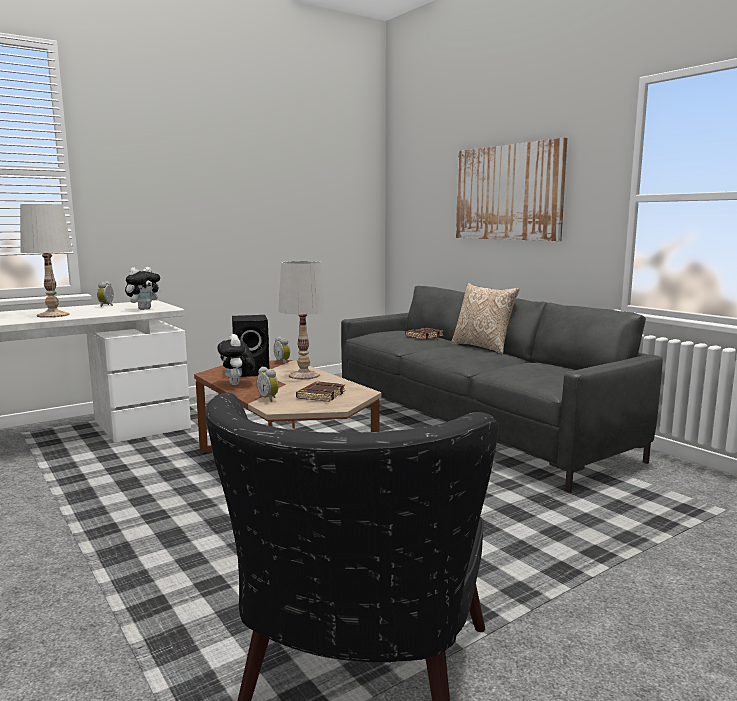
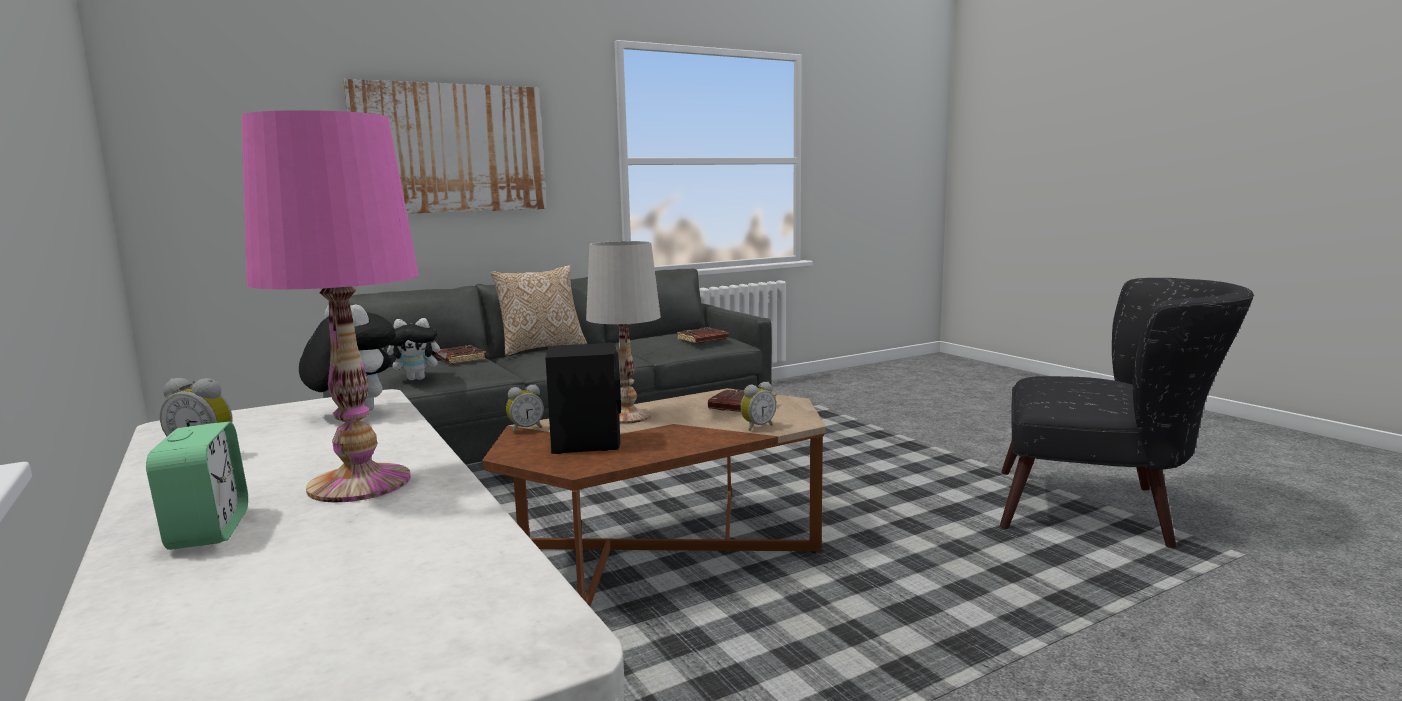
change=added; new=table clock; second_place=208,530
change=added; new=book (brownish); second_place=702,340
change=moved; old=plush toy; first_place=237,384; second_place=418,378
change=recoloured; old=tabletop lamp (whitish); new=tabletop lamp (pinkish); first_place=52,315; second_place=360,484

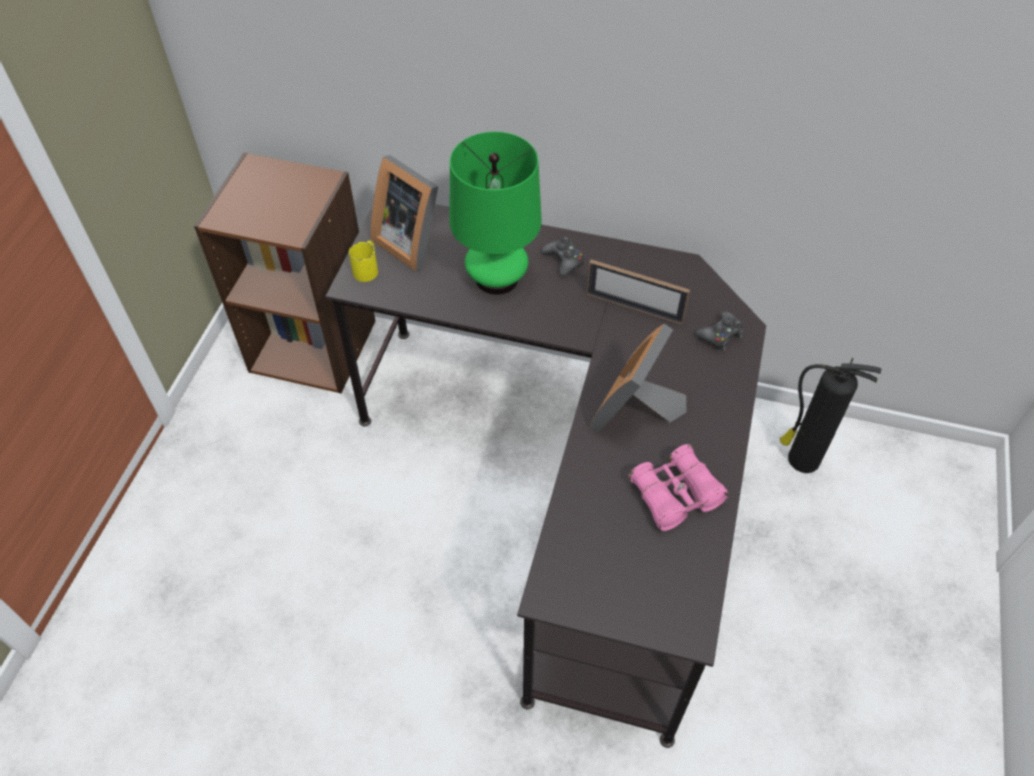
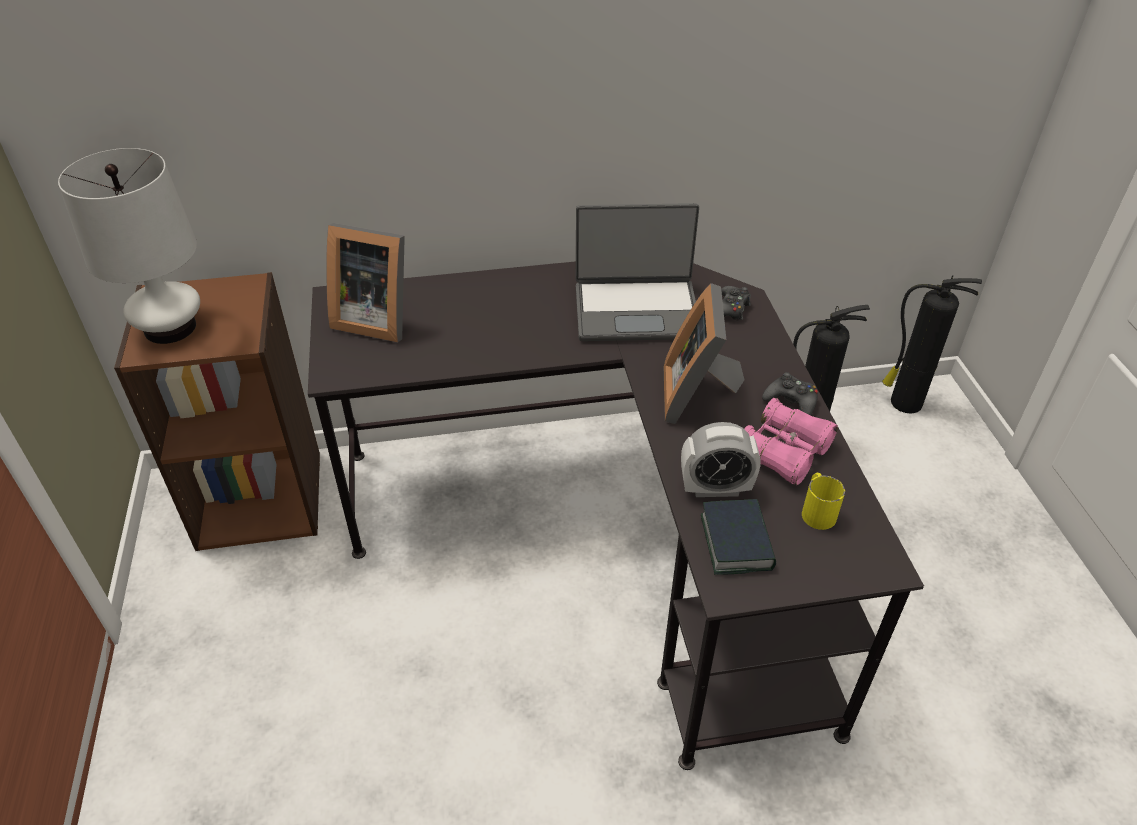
change=removed; old=tabletop lamp (green); first_place=496,278
change=added; new=tabletop lamp (whitish); second_place=170,328
change=added; new=table clock; second_place=715,488
change=added; new=book; second_place=736,542
change=added; new=fire extinguisher; second_place=903,402
change=moved; old=coffee mug (yellow); first_place=367,268; second_place=816,510
change=moved; old=joypad (blackish); first_place=564,261; second_place=791,401
change=replaced; old=picture frame; new=portable computer; first_place=634,307; second_place=636,310

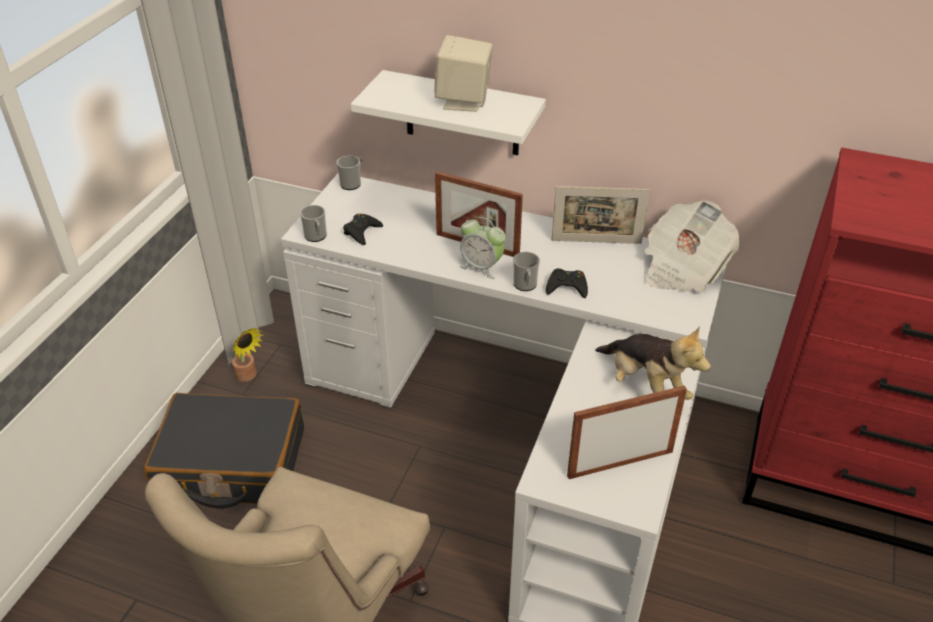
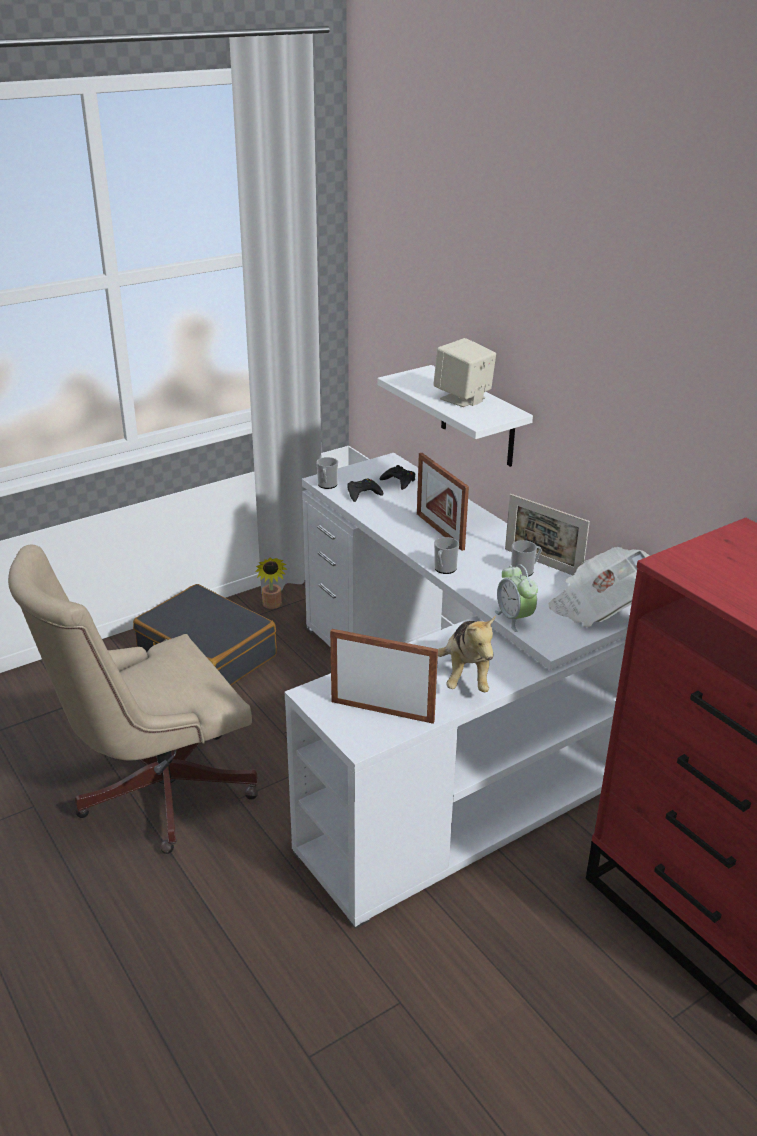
change=moved; old=coffee mug; first_place=352,183; second_place=524,571
change=moved; old=table clock; first_place=482,267; second_place=514,618
change=moved; old=joypad (blackish); first_place=567,287; second_place=399,481

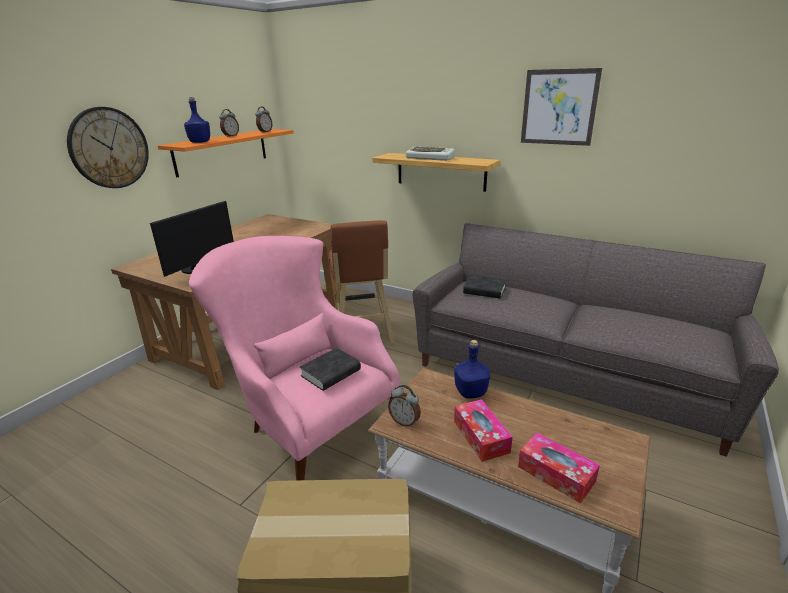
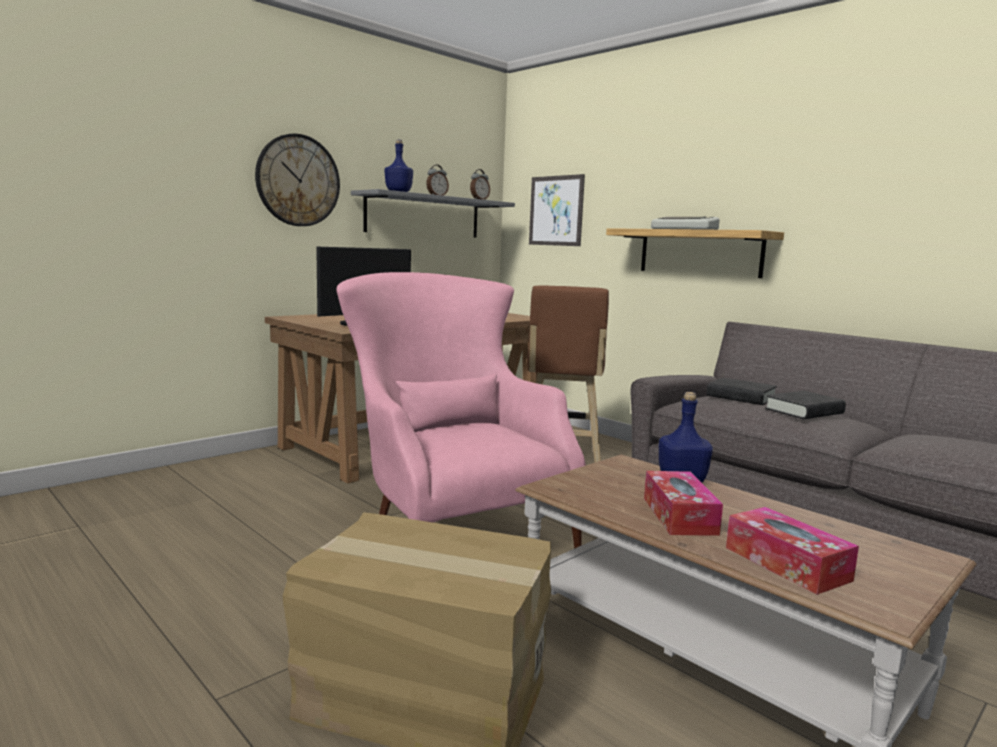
change=removed; old=table clock; first_place=405,421
change=moved; old=book (blackish); first_place=331,373; second_place=804,411
change=moved; old=wall picture; first_place=559,107; second_place=556,211
change=recoloured; old=wall shelf (orange); new=wall shelf (gray); first_place=222,151; second_place=423,216

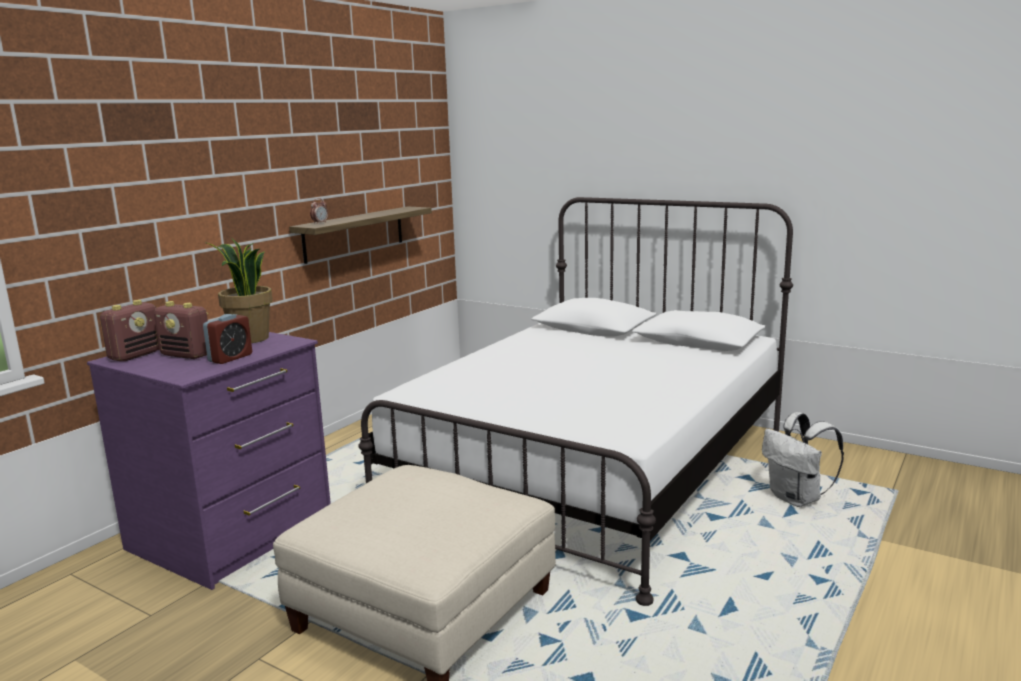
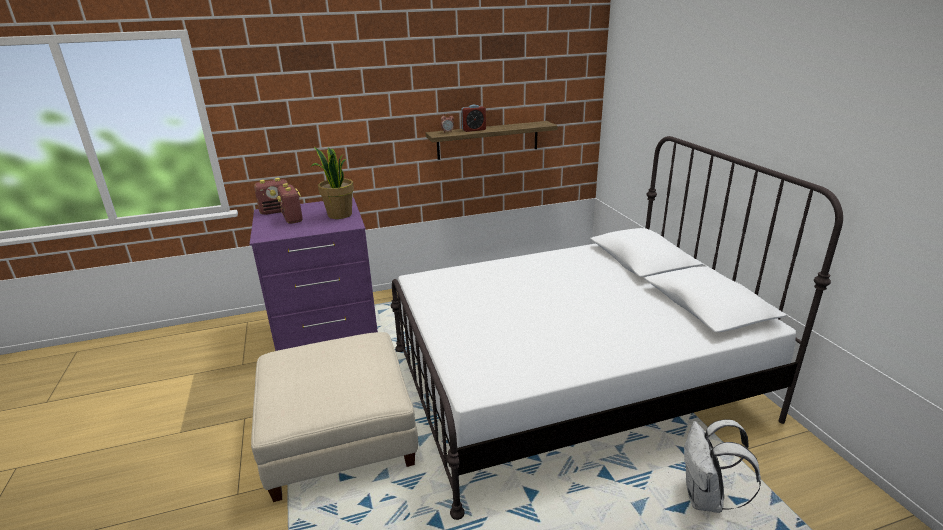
change=moved; old=table clock; first_place=230,358; second_place=474,130

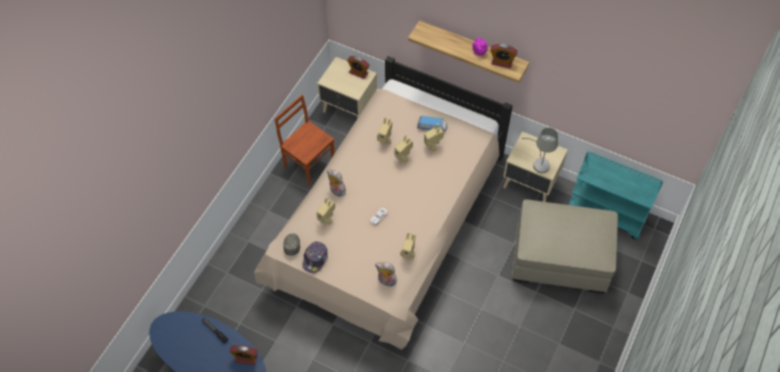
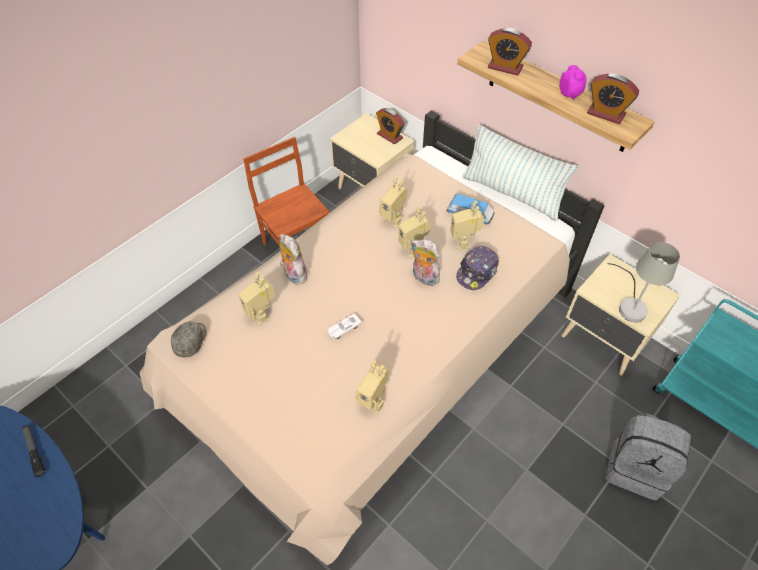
change=added; new=pillow; second_place=512,194
change=moved; old=table clock; first_place=246,358; second_place=505,67
change=moved; old=baseball cap; first_place=315,259; second_place=477,272
change=moved; old=plush toy; first_place=386,281; second_place=423,278
change=replaced; old=pouffe (beige-coloured); new=backpack (gray); first_place=561,258; second_place=636,468

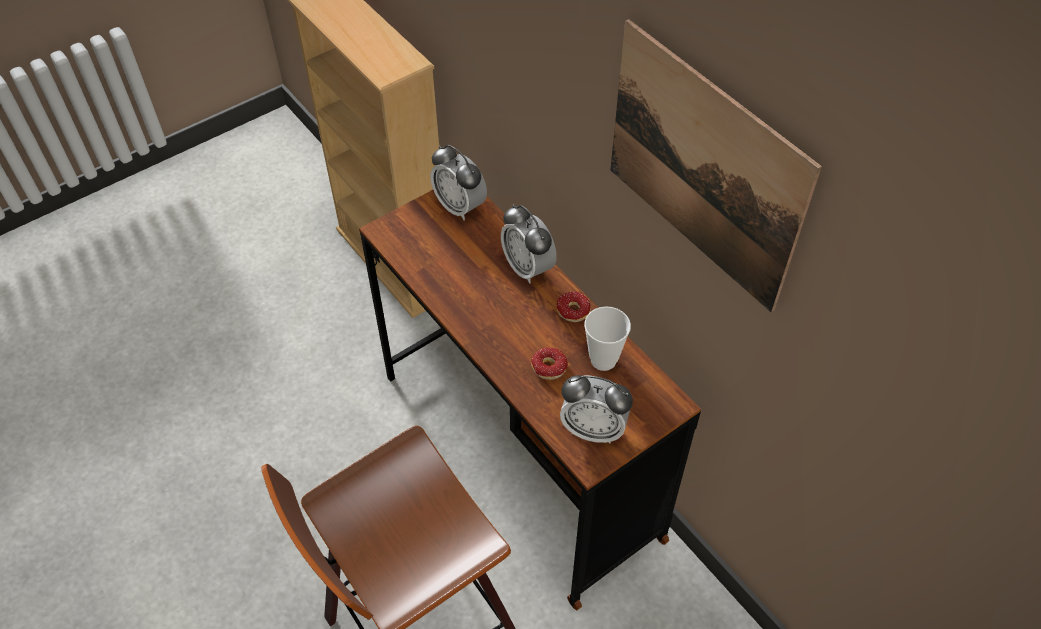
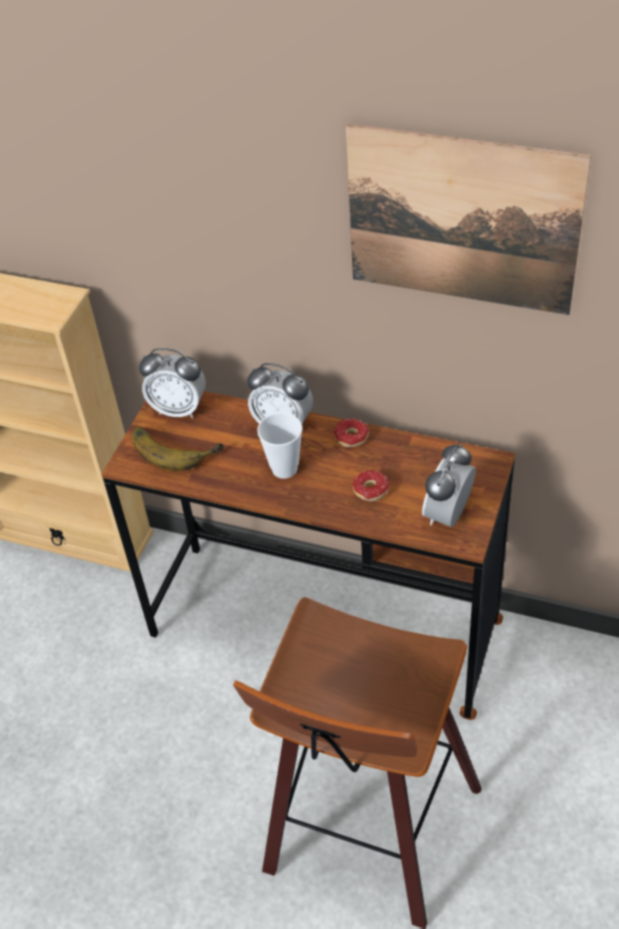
change=added; new=banana fruit; second_place=175,446
change=moved; old=drinking cup; first_place=603,360; second_place=284,469
change=turned; old=table clock; first_place=593,429; second_place=448,515; degrees=135

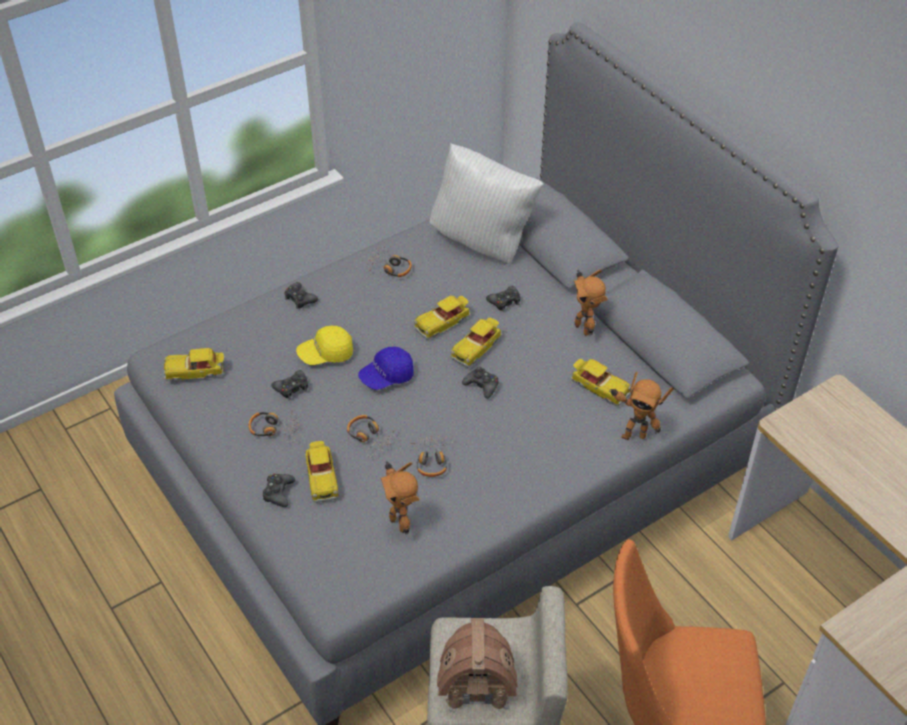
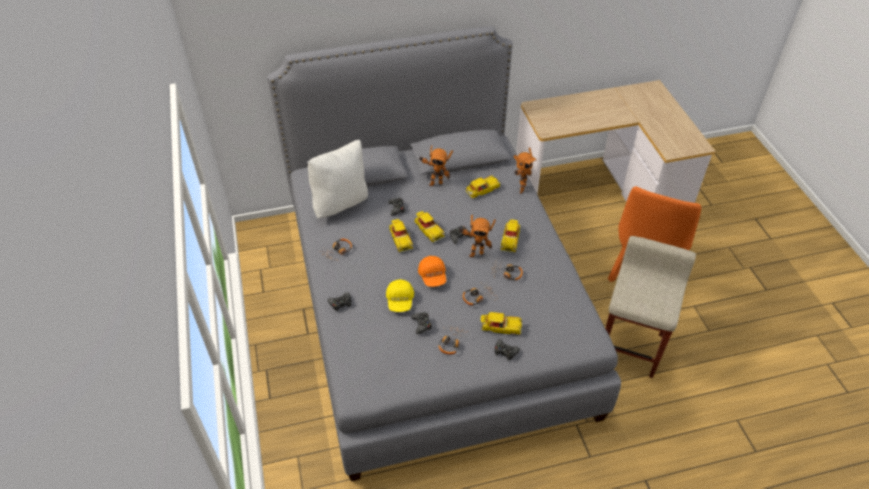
change=removed; old=model house; first_place=477,683
change=moved; old=toy car; first_place=195,371; second_place=510,240
change=moved; old=toy robot; first_place=400,522; second_place=475,253
change=recoloured; old=baseball cap (blue-coloured); new=baseball cap (orange); first_place=387,376; second_place=433,276

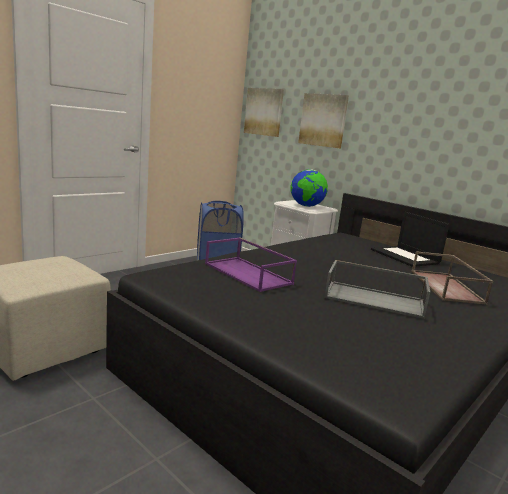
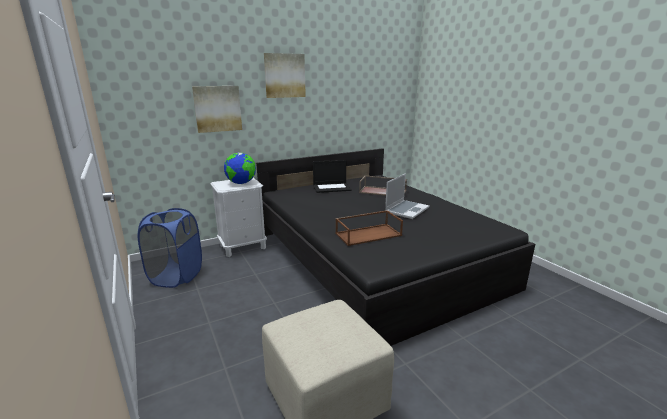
change=moved; old=wall picture; first_place=264,112; second_place=284,75
change=replaced; old=carrying tray (gray); new=portable computer; first_place=375,299; second_place=406,210
change=recoloured; old=carrying tray (purplish); new=carrying tray (brownish); first_place=249,273; second_place=368,234

